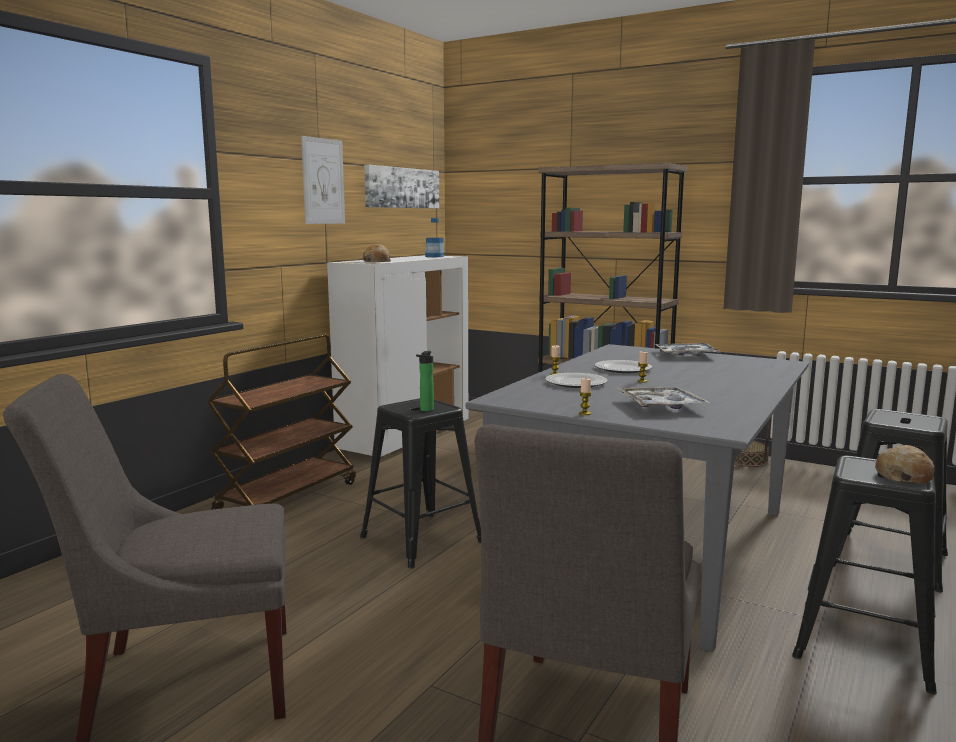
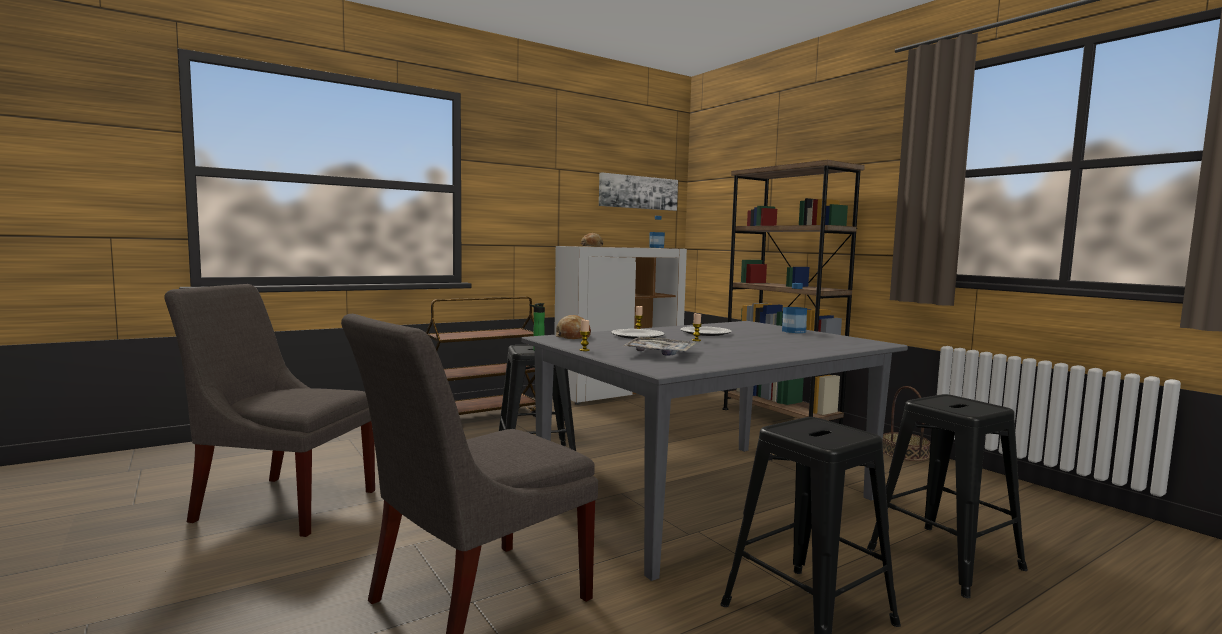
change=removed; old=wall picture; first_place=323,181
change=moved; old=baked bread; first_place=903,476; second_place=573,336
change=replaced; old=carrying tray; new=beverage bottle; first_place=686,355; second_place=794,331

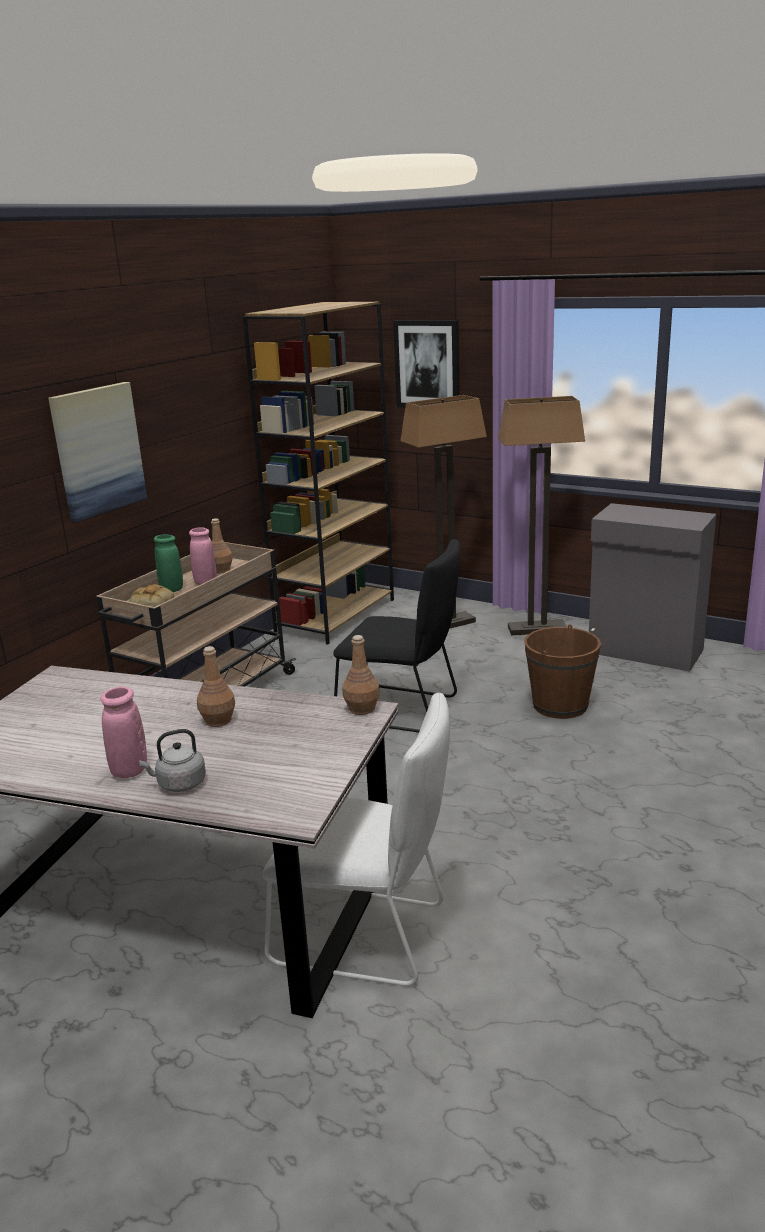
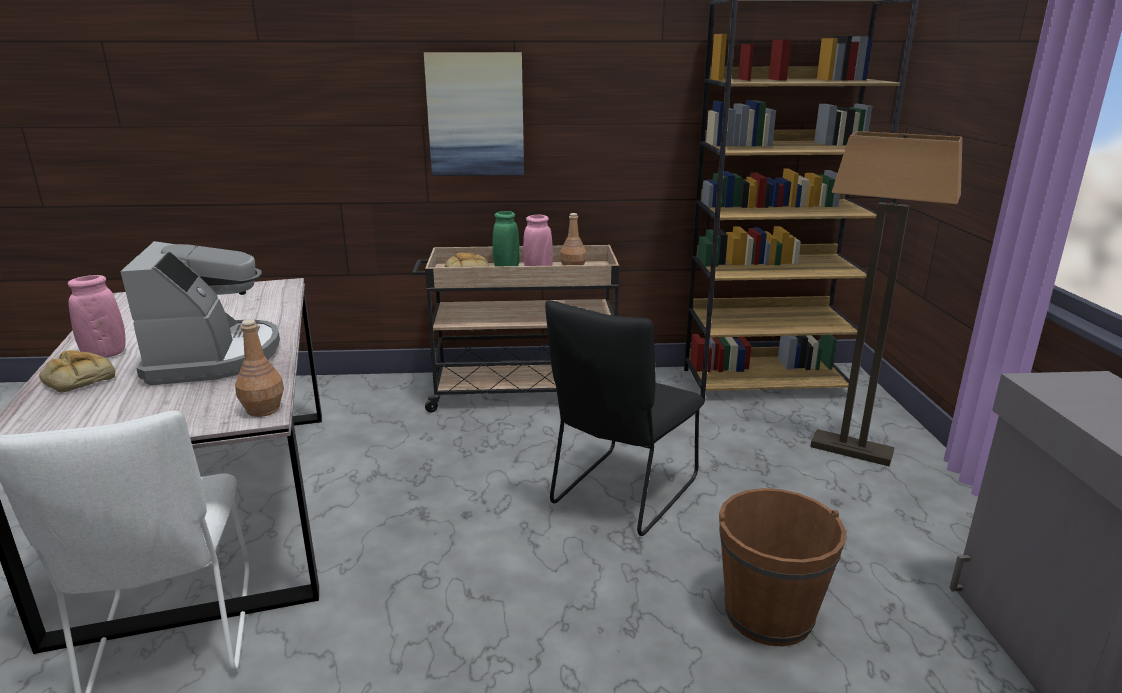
change=removed; old=wall picture; first_place=427,364
change=removed; old=standard lamp; first_place=537,629
change=replaced; old=tea kettle (gray); new=baked bread; first_place=179,784; second_place=77,379
change=replaced; old=beverage bottle (brownish); new=coffee brewer; first_place=217,720; second_place=213,357
change=turned; old=chair (blackish); first_place=402,709; second_place=621,495; degrees=45

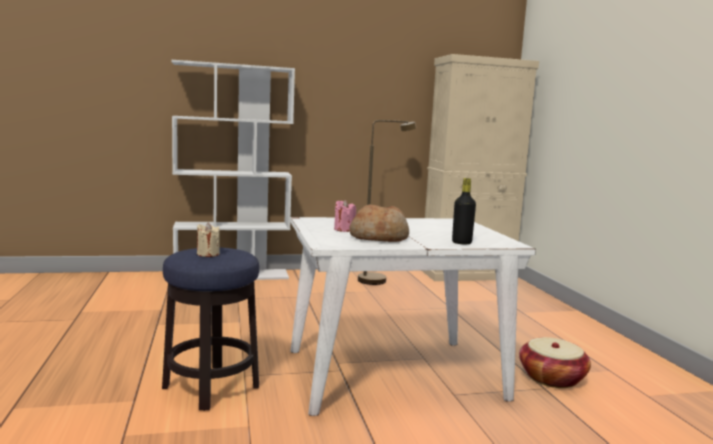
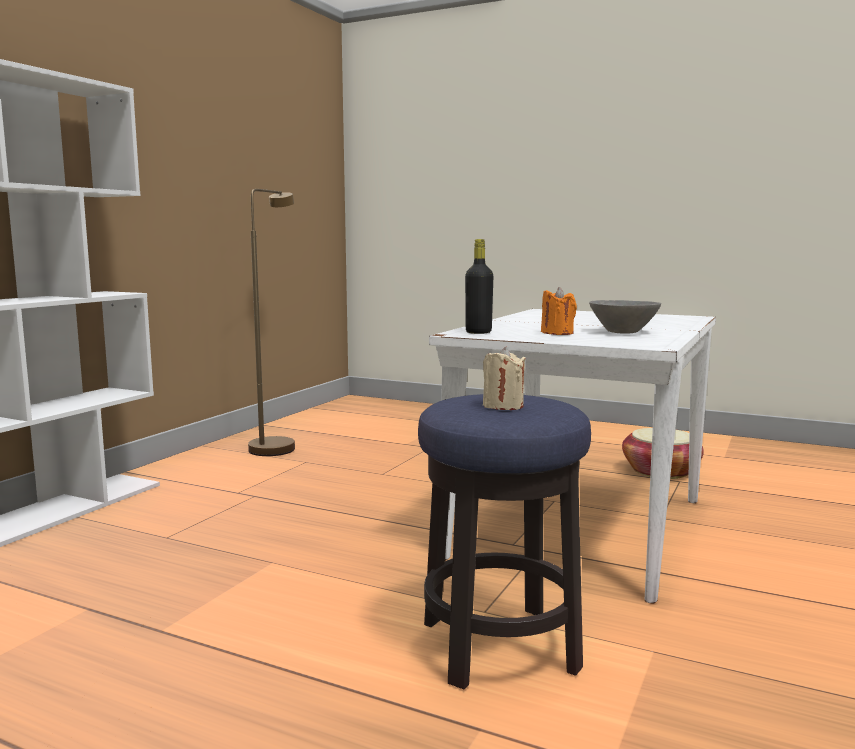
change=removed; old=cupboard (beige-coloured); first_place=467,274
change=moved; old=beverage bottle (blackish); first_place=461,243; second_place=478,332
change=replaced; old=baked bread; new=deep dish (gray); first_place=379,237; second_place=622,331
change=recoloured; old=wax light (pinkish); new=wax light (orange); first_place=344,229; second_place=557,333

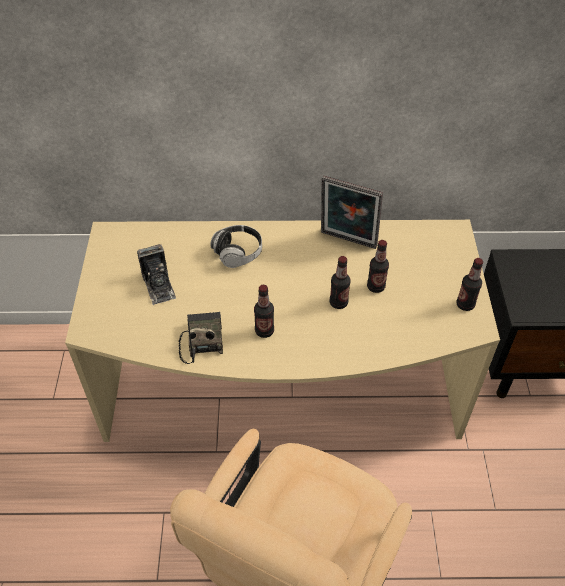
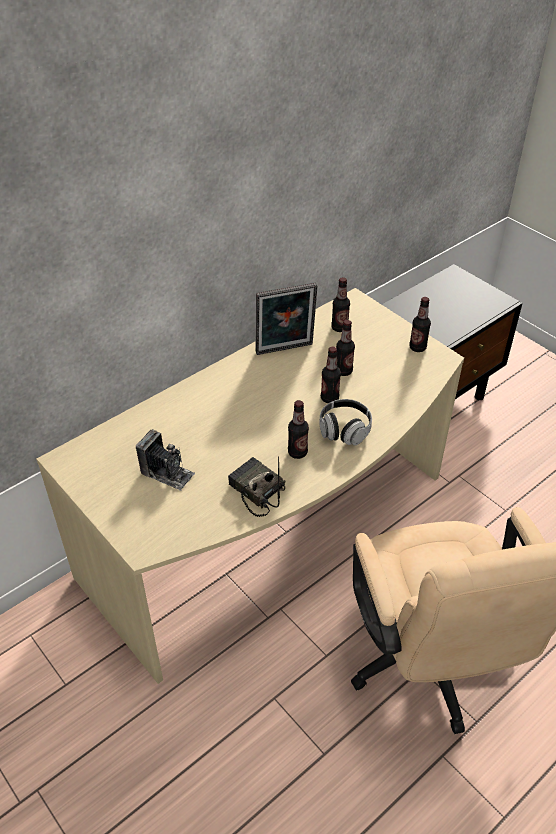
change=added; new=beverage bottle; second_place=339,328
change=moved; old=headphones; first_place=238,253; second_place=344,430

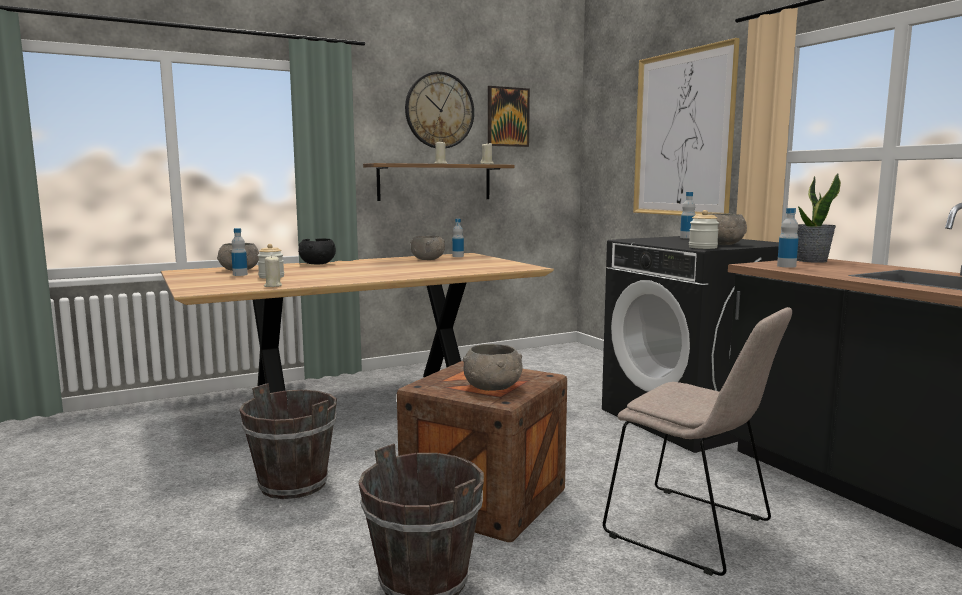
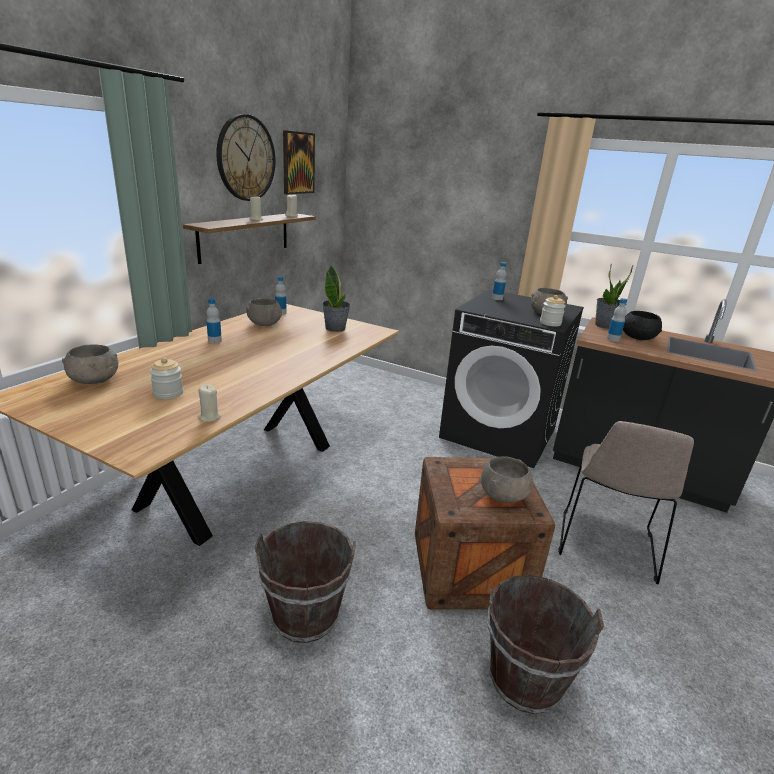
change=removed; old=wall picture; first_place=682,134
change=added; new=plant in a pot; second_place=335,328
change=moved; old=beverage bottle; first_place=240,274; second_place=214,341
change=moved; old=deep dish (blackish); first_place=317,263; second_place=637,338
change=turned; old=chair (beige-coloured); first_place=693,530; second_place=606,546; degrees=105

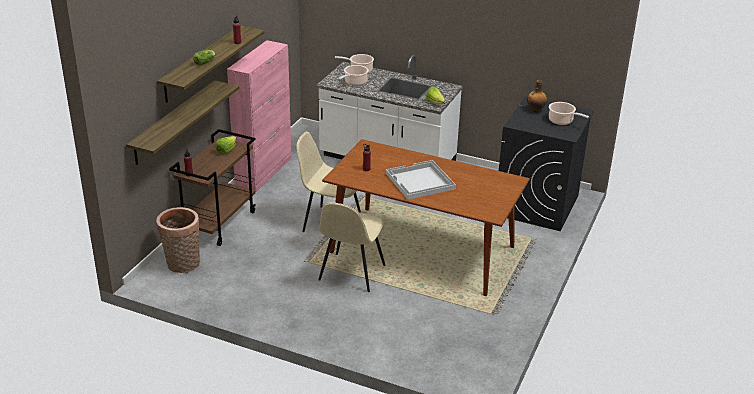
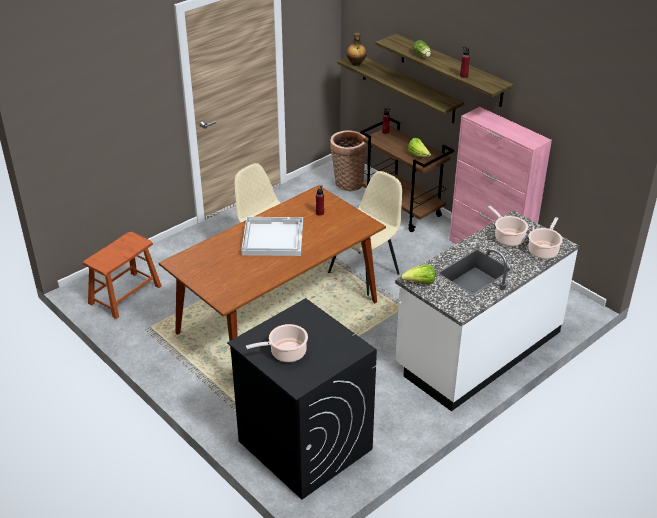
change=added; new=stool (brownish); second_place=125,294
change=moved; old=beverage bottle; first_place=535,110; second_place=356,64

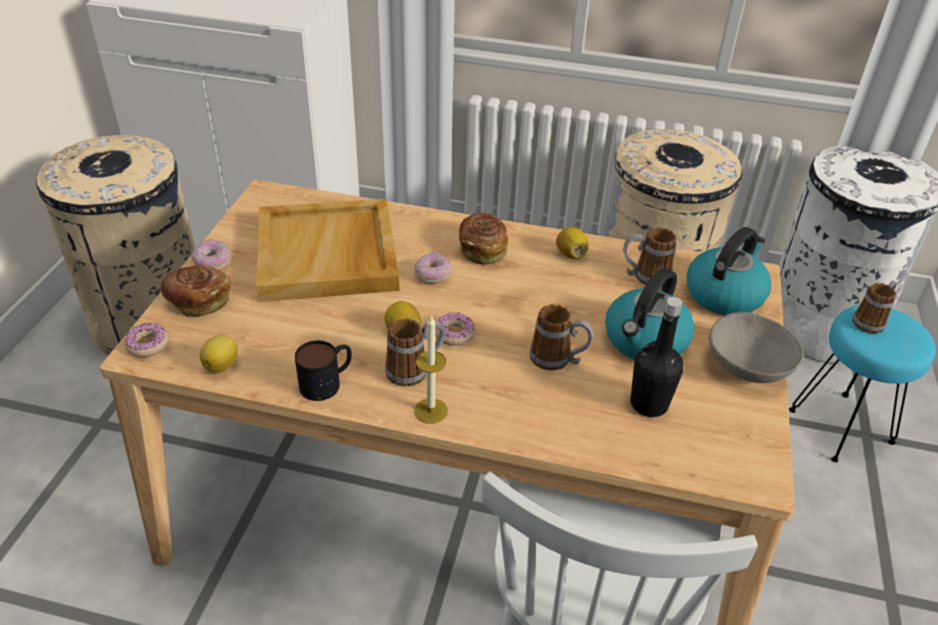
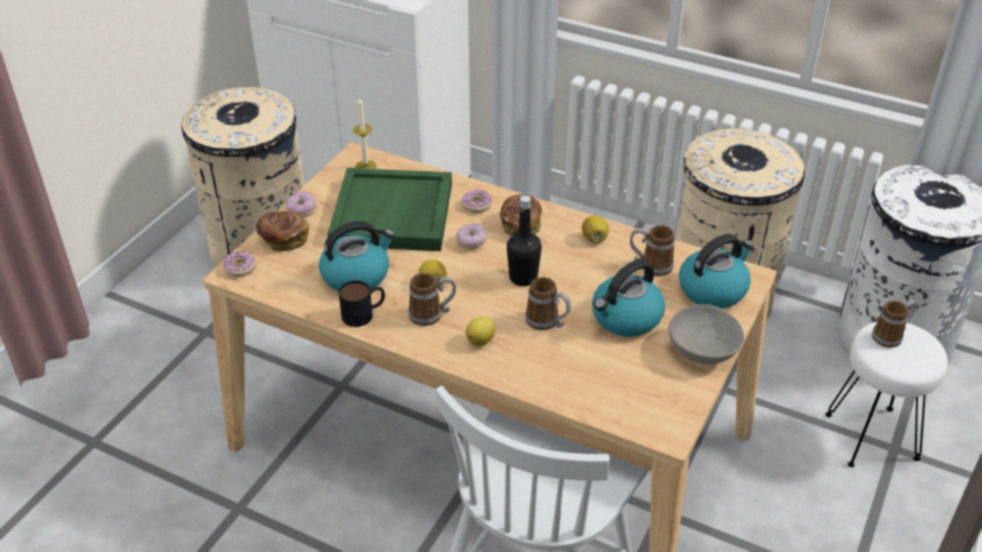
change=added; new=tea kettle; second_place=356,275
change=moved; old=lemon; first_place=222,365; second_place=481,340
change=moved; old=wax light; first_place=431,411; second_place=365,166
change=moved; old=donut; first_place=454,334; second_place=476,205
change=moved; old=beverage bottle (blackish); first_place=649,404; second_place=523,278
change=recoloured; old=carrying tray (beige-coloured); new=carrying tray (green); first_place=328,255; second_place=393,214
change=recoloured; old=stool (turquoise); new=stool (whitish); first_place=841,427; second_place=871,438

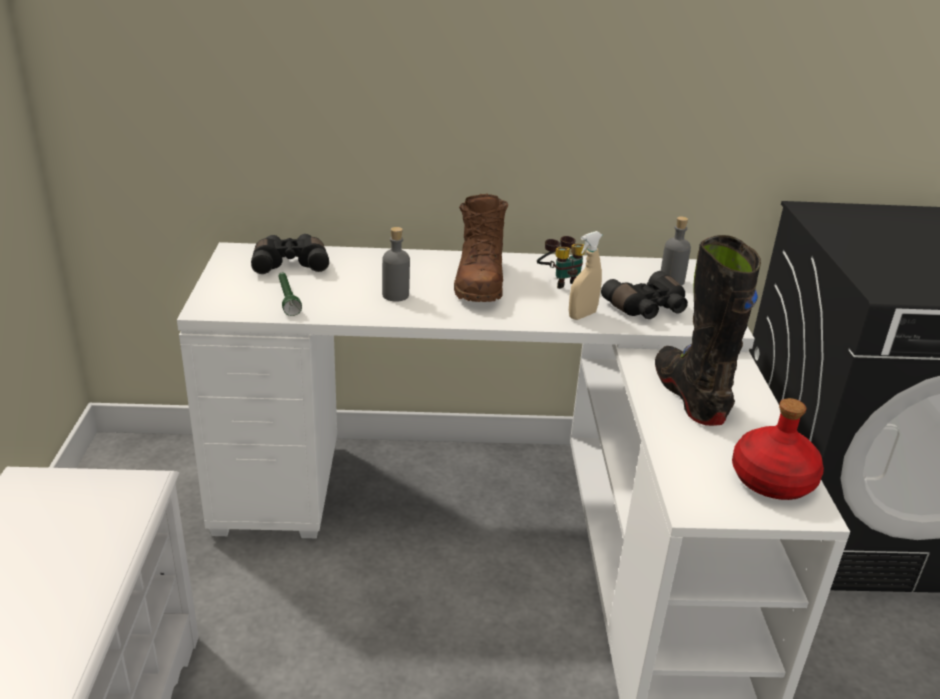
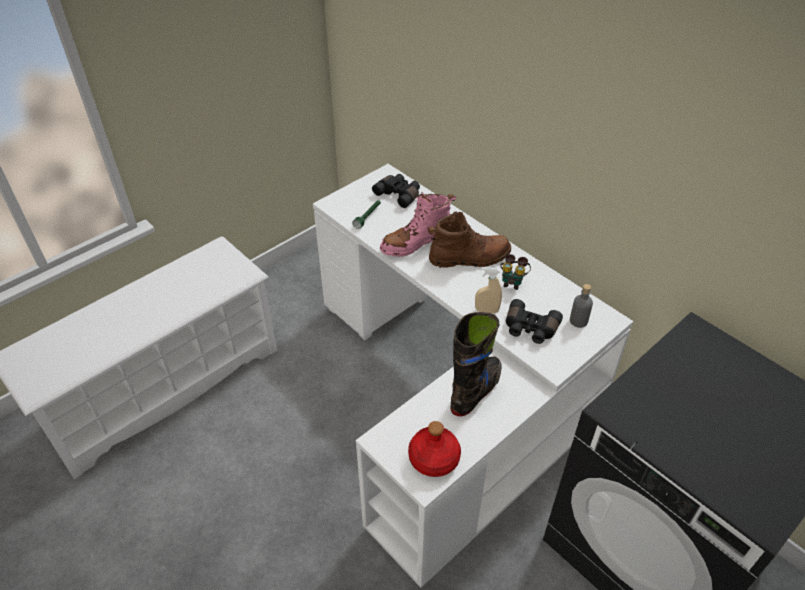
change=replaced; old=beverage bottle (gray); new=high-top boot (pinkish); first_place=395,295; second_place=416,242
change=turned; old=high-top boot (brownish); first_place=479,282; second_place=469,257; degrees=-150

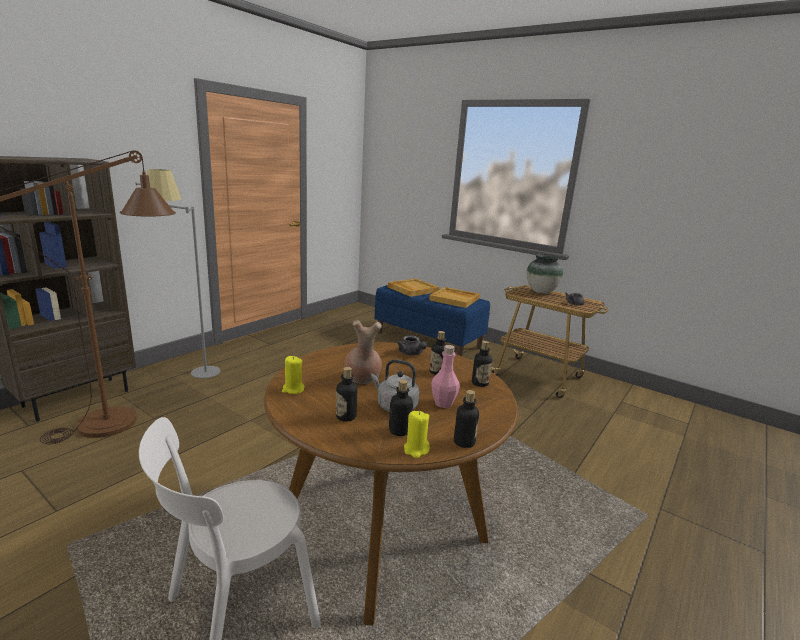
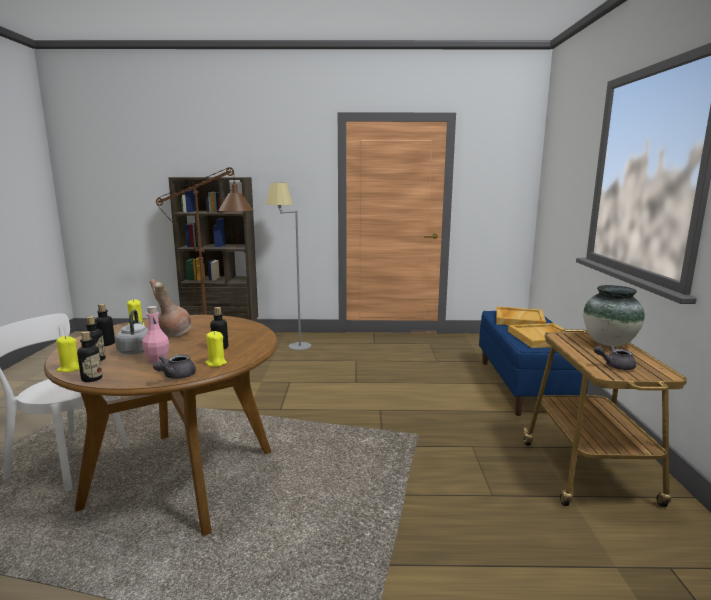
change=moved; old=teapot (gray); first_place=411,353; second_place=175,376
change=replaced; old=beverage bottle; new=wax light (yellow); first_place=480,383; second_place=216,363

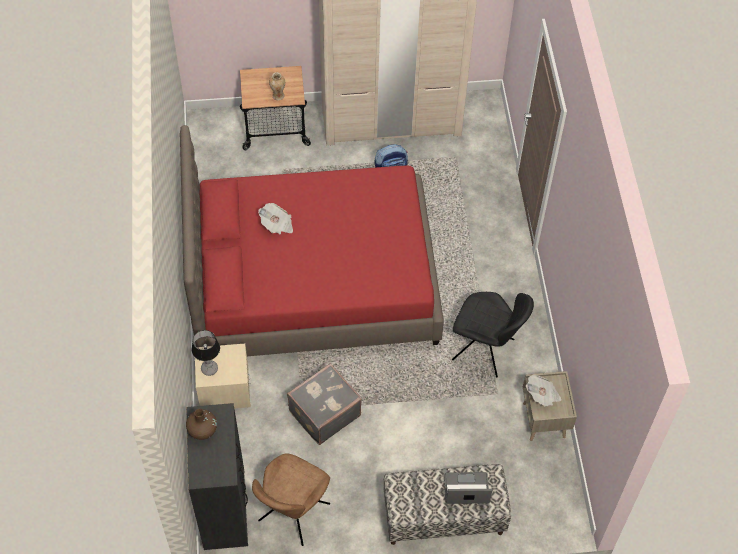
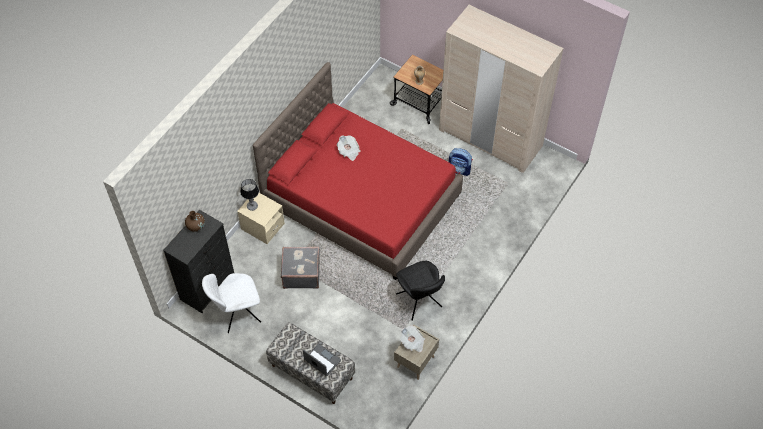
change=recoloured; old=chair (brownish); new=chair (whitish); first_place=292,514; second_place=237,314

